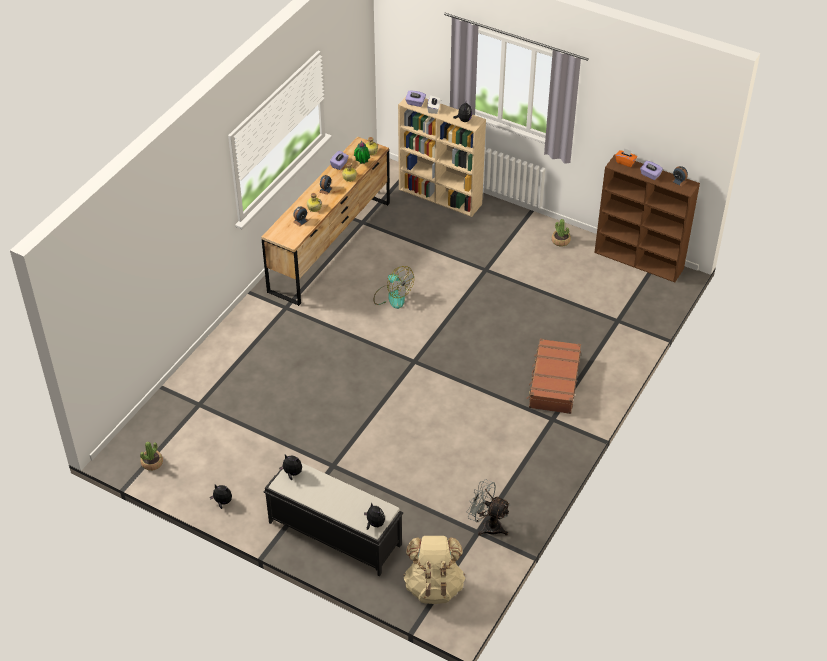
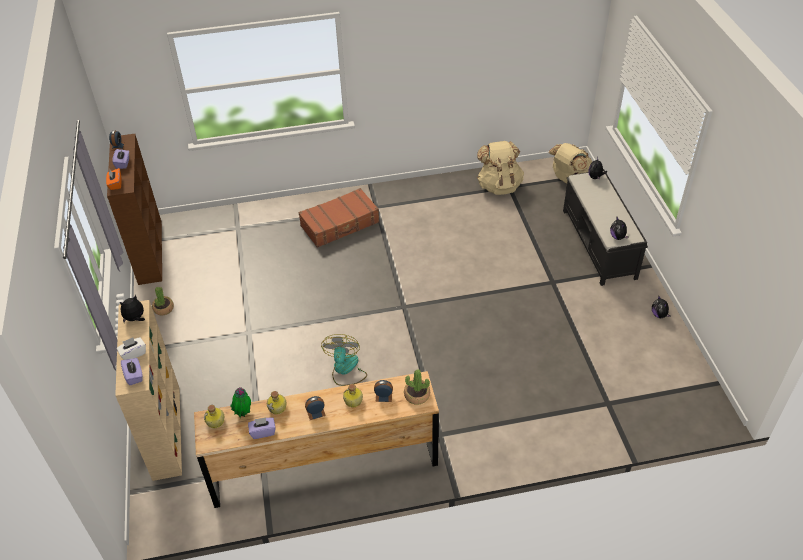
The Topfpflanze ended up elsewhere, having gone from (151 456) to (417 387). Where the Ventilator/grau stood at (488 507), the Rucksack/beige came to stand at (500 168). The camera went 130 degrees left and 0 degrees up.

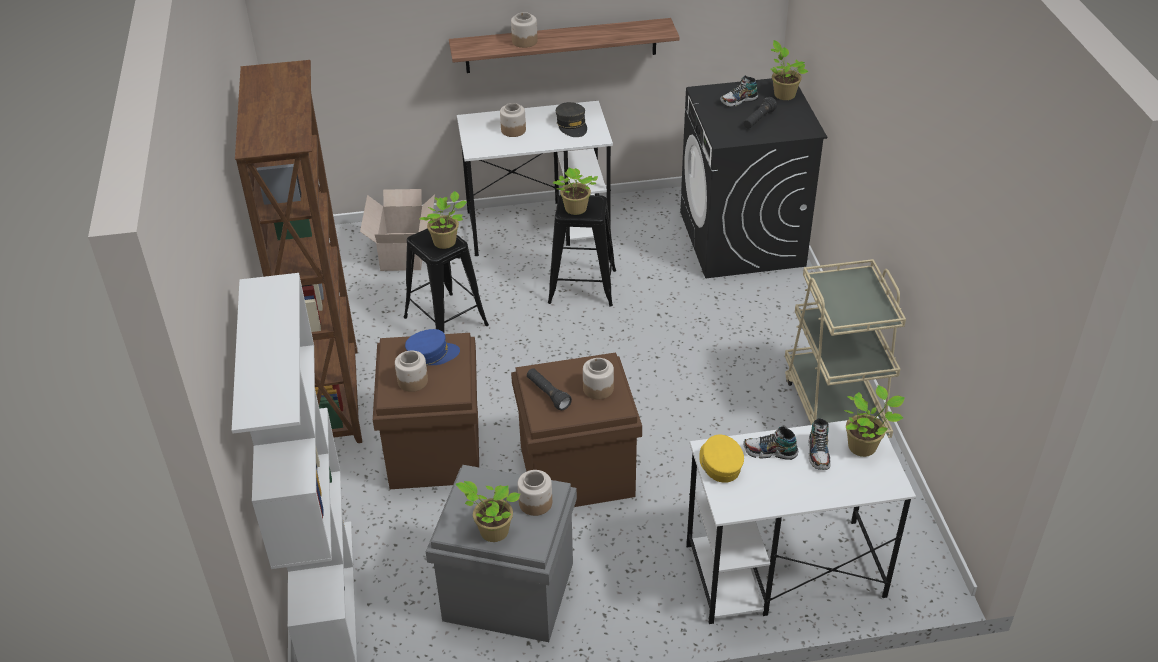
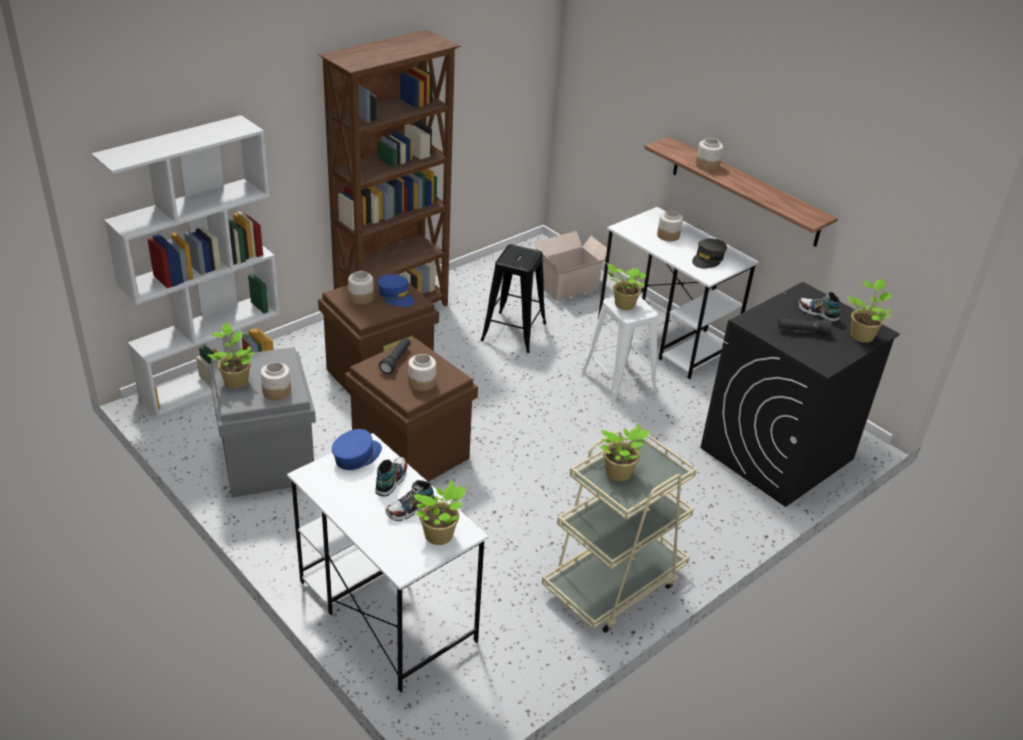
The Topfpflanze ended up elsewhere, having gone from (443 220) to (624 452). What was the Hocker/schwarz at (582 251) turned into the Hocker/weiß at (619 351). What was the Kappe/gelb at (721 459) turned into the Kappe/blau at (357 449). The Schuh at (770 443) ended up facing another way, 45 degrees clockwise from before. The camera went 55 degrees right and 5 degrees down.

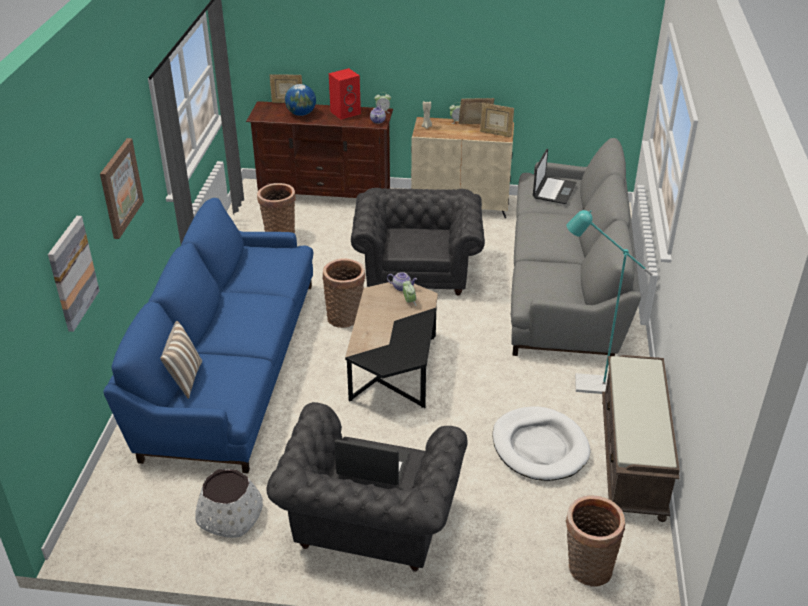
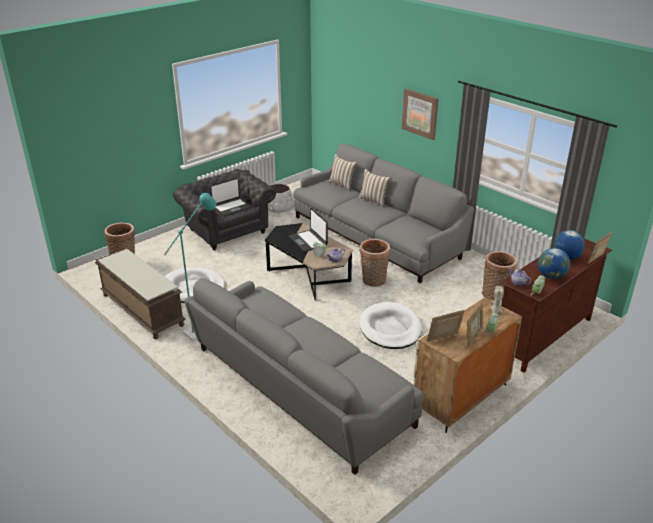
The second view lost the Bild at (74 274). The second view gained the Kissen at (375 188). The Laptop ended up elsewhere, having gone from (554 176) to (308 230). Where the Lautsprecher/rot stood at (345 93), the Globus came to stand at (554 263). Where the Sessel/grau stood at (418 242), the Hundebett/weiß came to stand at (390 325). What was the Sofa/blau at (208 335) turned into the Sofa/grau at (383 213). The camera went 130 degrees right and 5 degrees down.

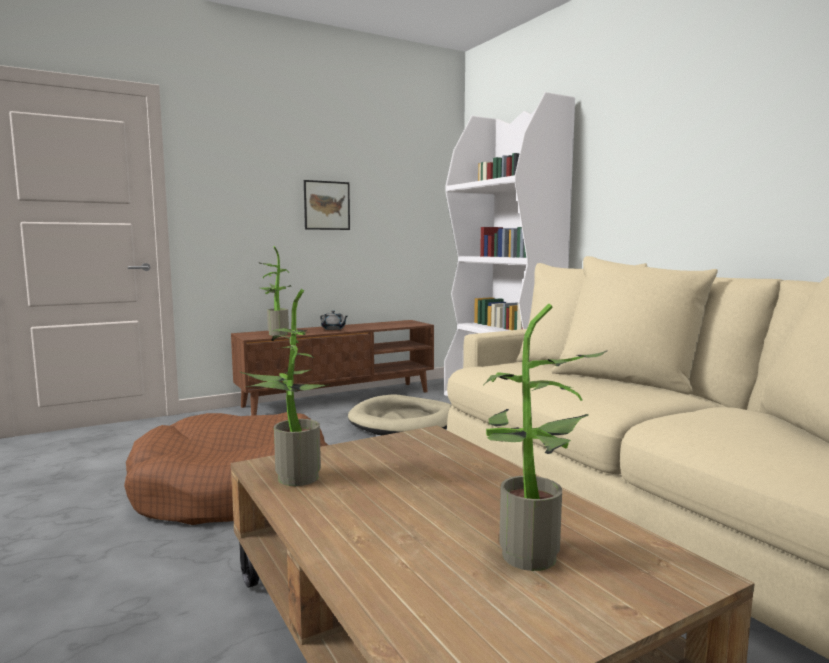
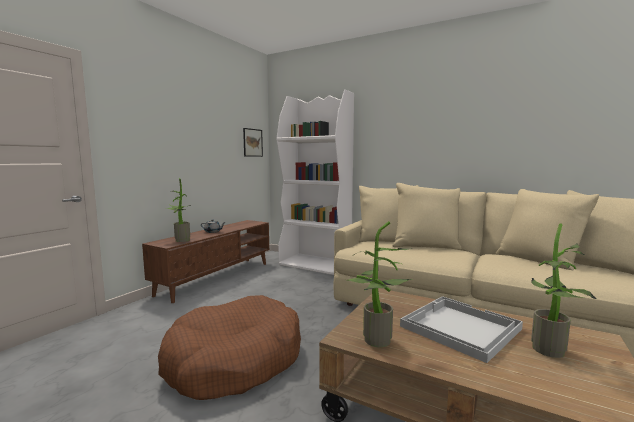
The second view lost the Hundebett/beige at (400 414). The second view gained the Tablett/weiß at (461 329). The Bild ended up elsewhere, having gone from (327 205) to (253 142). The camera went 30 degrees left and 0 degrees up.

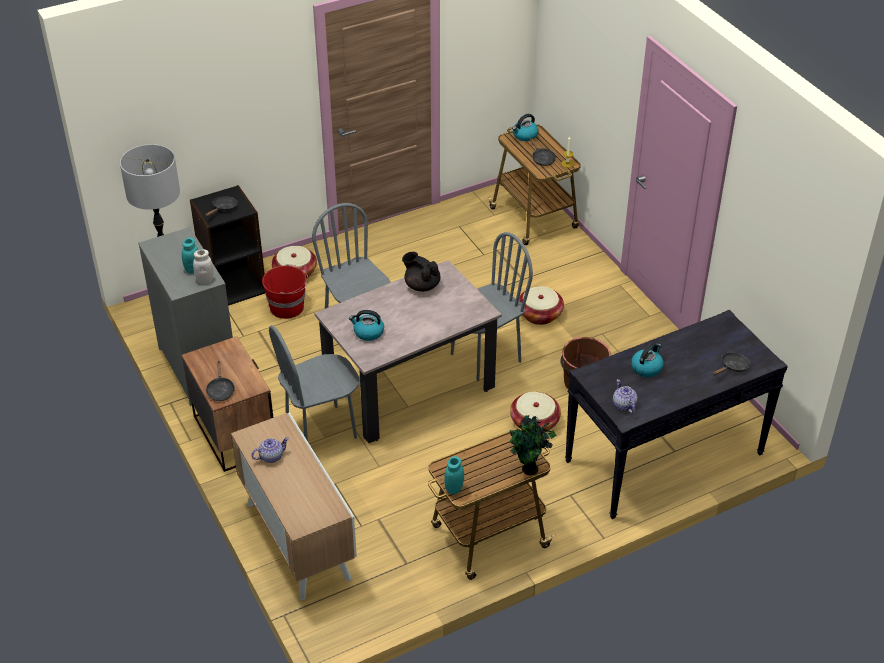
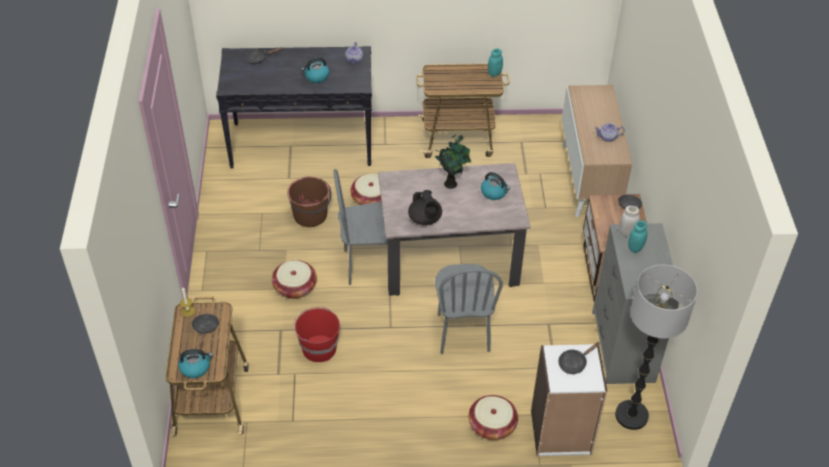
The second view lost the Stuhl/grau at (314 383). The Eimer/rot ended up elsewhere, having gone from (285 291) to (316 334). The Topfpflanze ended up elsewhere, having gone from (532 445) to (453 161). What was the Bücherregal/schwarz at (227 245) turned into the Bücherregal/weiß at (569 400). The camera went 155 degrees left and 5 degrees up.

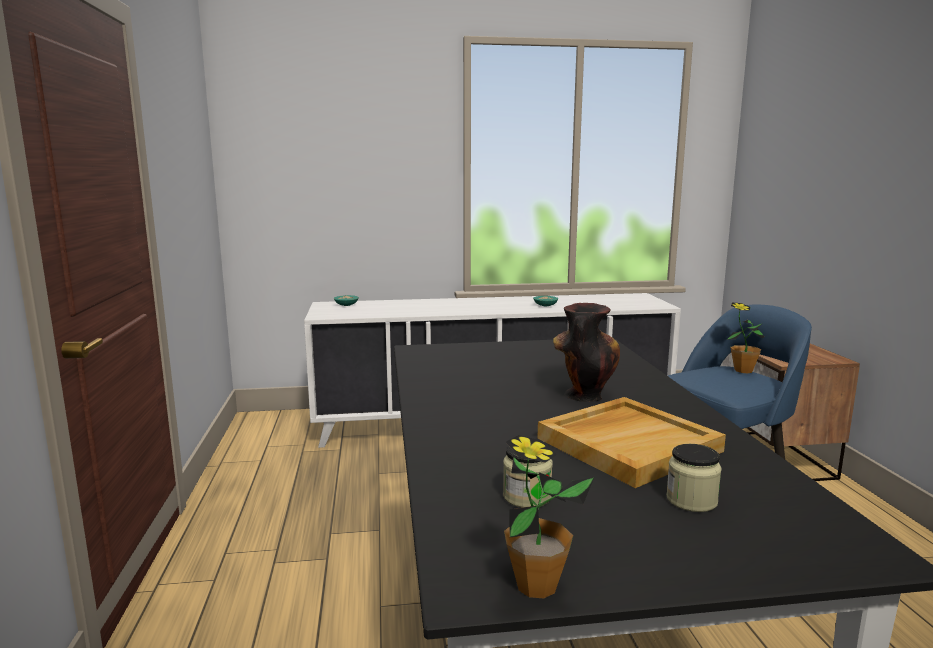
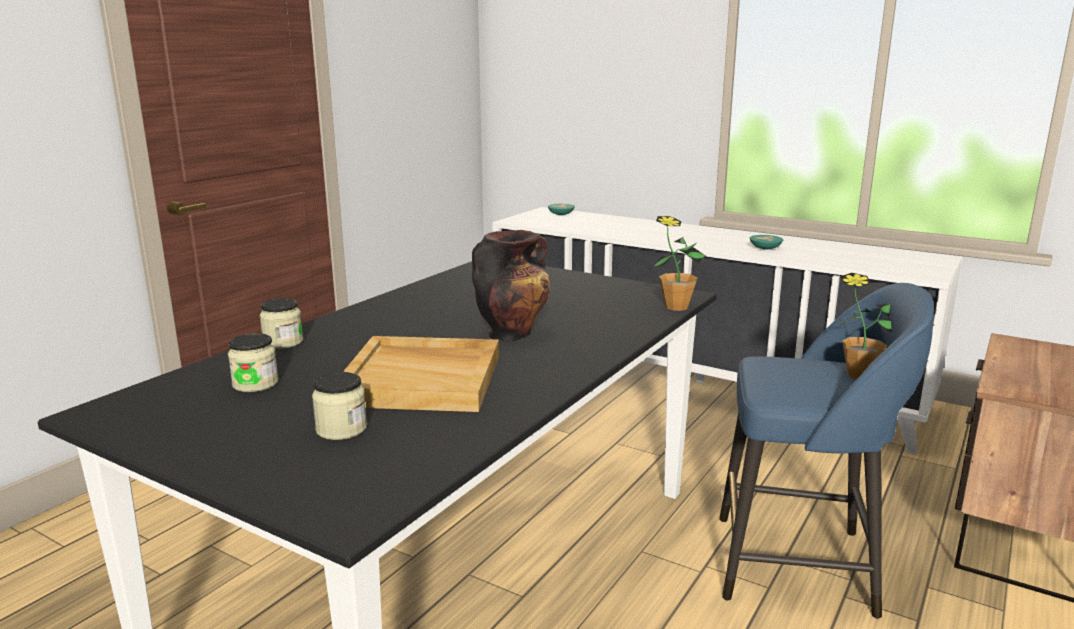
The second view gained the Vorratsglas at (281 323). The Topfpflanze ended up elsewhere, having gone from (549 516) to (679 263). The camera went 40 degrees right and 5 degrees up.

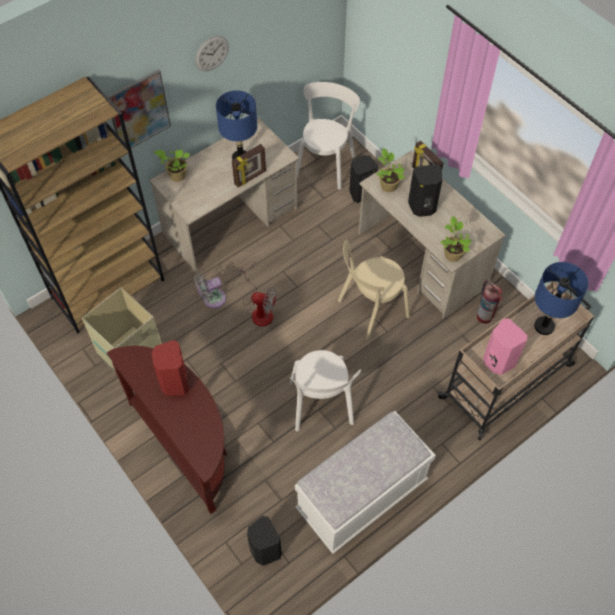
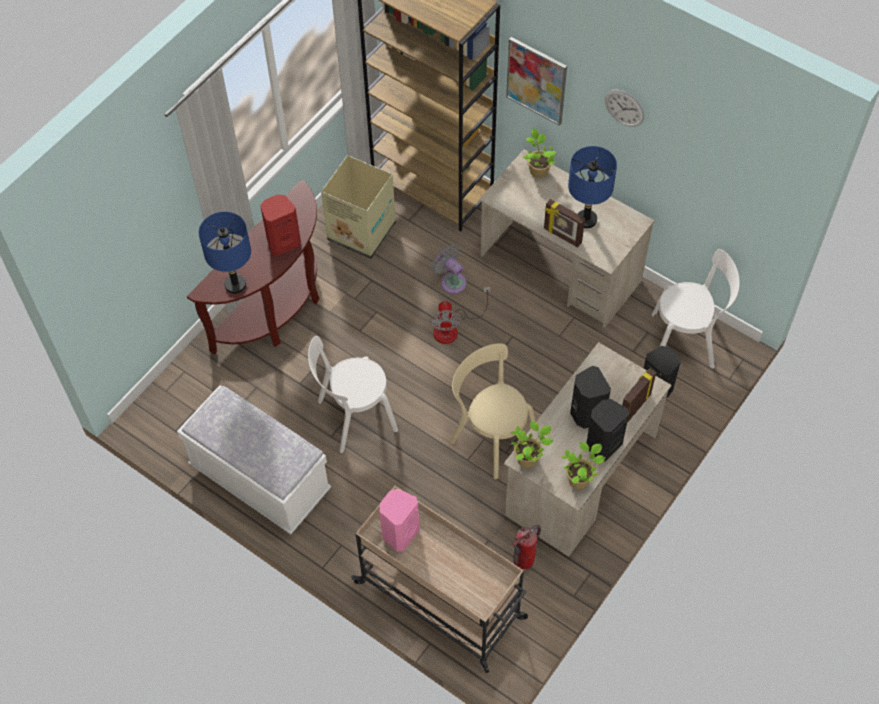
The Lautsprecher/schwarz ended up elsewhere, having gone from (264 541) to (608 430). The Topfpflanze ended up elsewhere, having gone from (390 170) to (583 465). The Tischlampe/blau ended up elsewhere, having gone from (561 298) to (225 253). The camera went 75 degrees right and 0 degrees up.

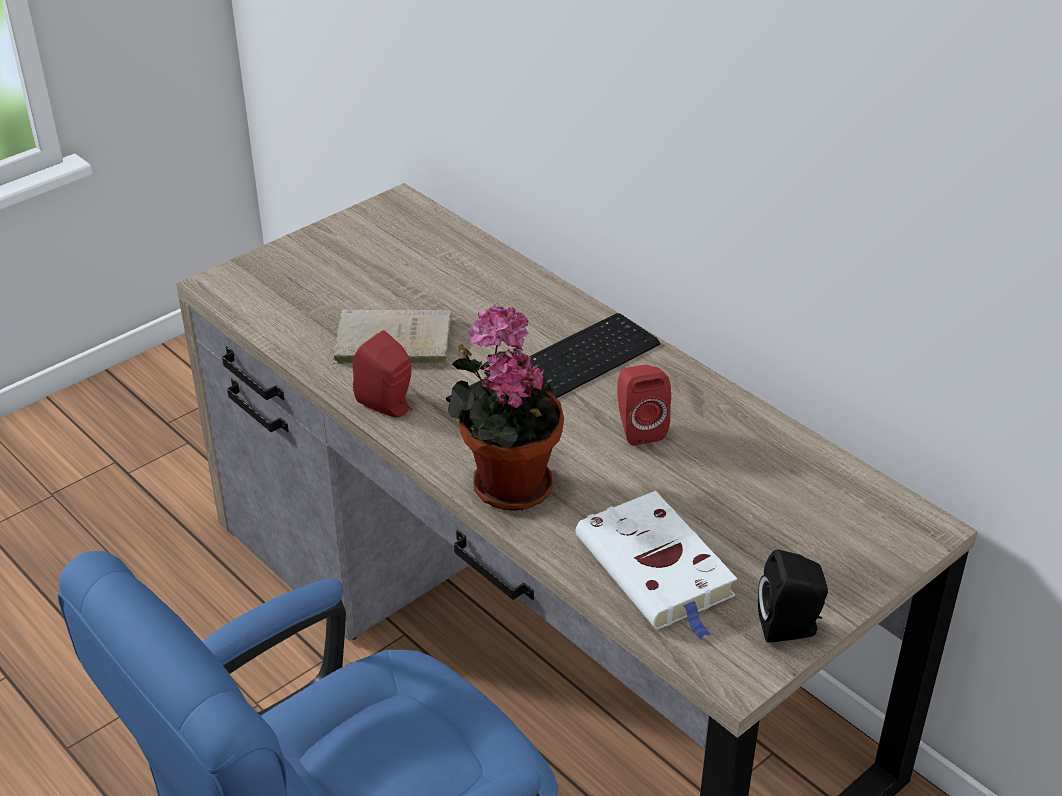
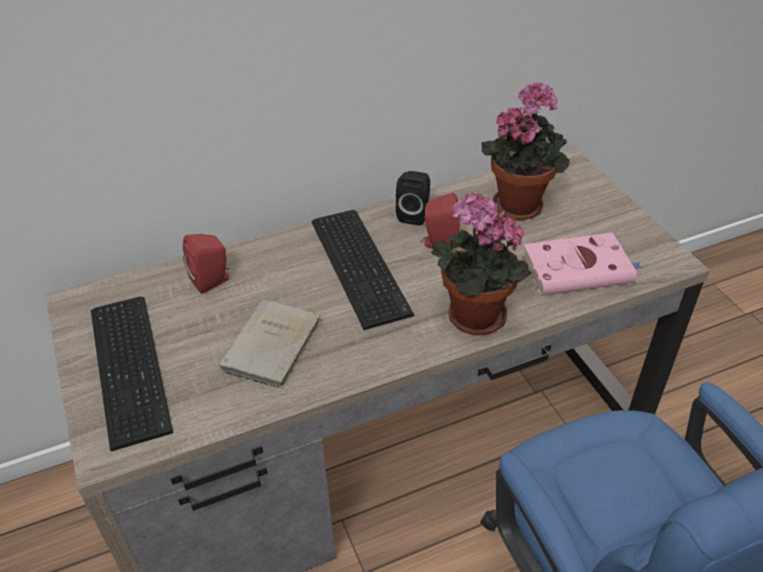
The second view gained the Tastatur at (132 374). The second view gained the Topfpflanze at (526 150). The Lautsprecher/rot ended up elsewhere, having gone from (382 373) to (206 264). The Lautsprecher/schwarz ended up elsewhere, having gone from (793 596) to (413 198). What was the Buch/weiß at (656 565) turned into the Buch/rosa at (582 264). The camera went 70 degrees left and 5 degrees up.

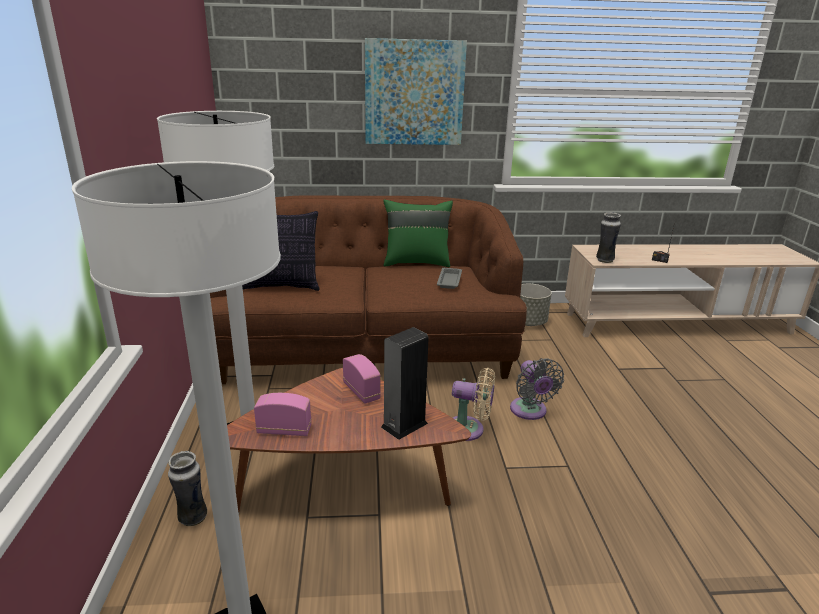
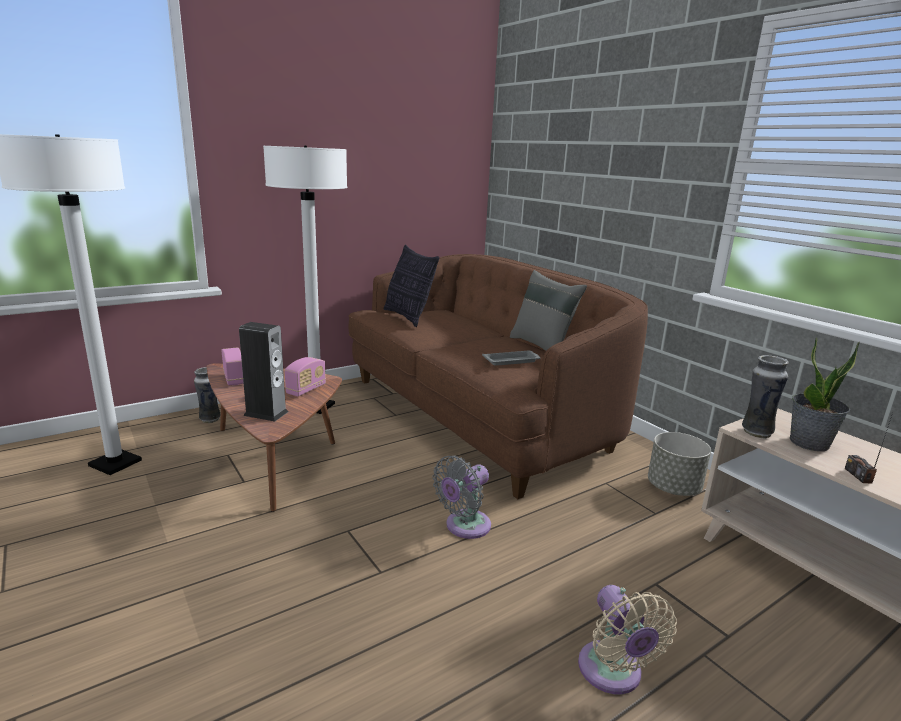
The second view lost the Bild at (416 91). The second view gained the Topfpflanze at (825 394). The Ventilator/beige ended up elsewhere, having gone from (473 404) to (627 639). What was the Kissen/grün at (418 233) turned into the Kissen/grau at (548 310). The camera went 60 degrees right and 5 degrees down.

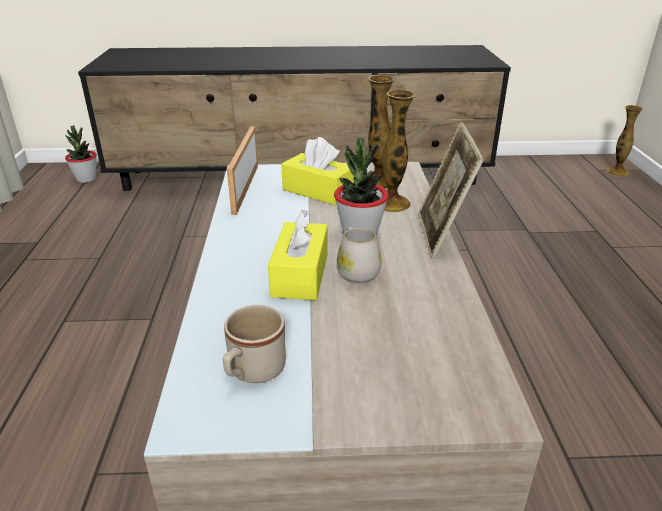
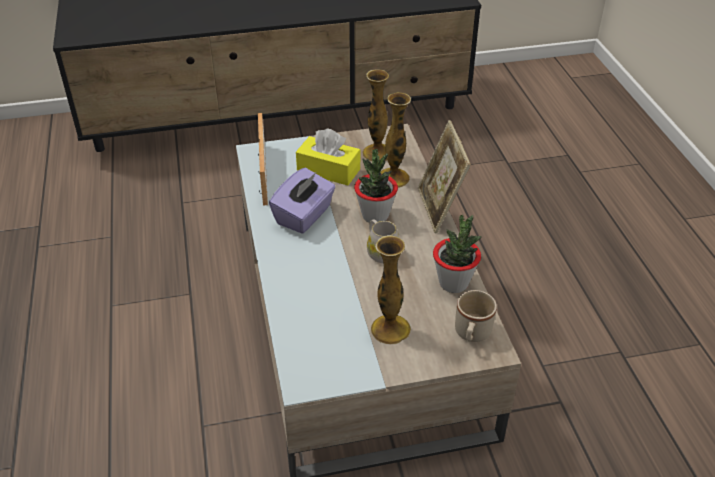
The second view lost the Taschentuchbox/gelb at (298 254). The second view gained the Taschentuchbox/lila at (302 200). The Topfpflanze ended up elsewhere, having gone from (81 154) to (457 254). The Henkelbecher/beige ended up elsewhere, having gone from (254 344) to (476 316). The Vase ended up elsewhere, having gone from (624 141) to (391 289). The camera went 10 degrees left and 10 degrees up.

